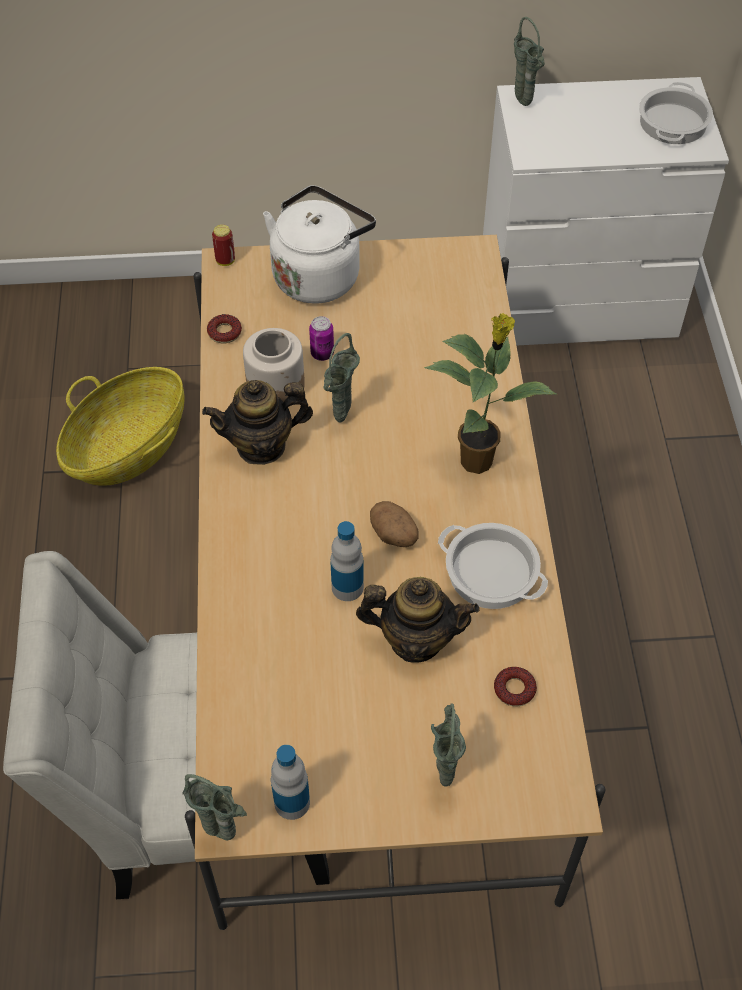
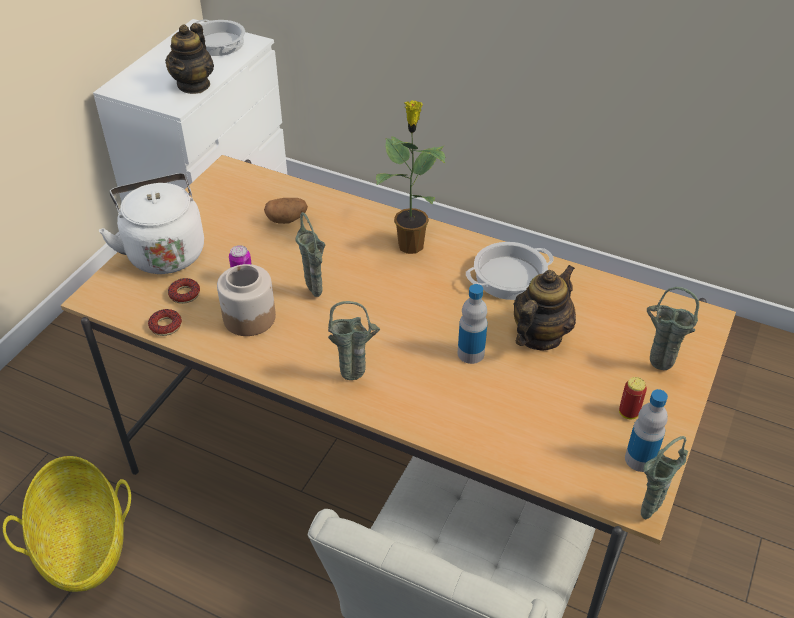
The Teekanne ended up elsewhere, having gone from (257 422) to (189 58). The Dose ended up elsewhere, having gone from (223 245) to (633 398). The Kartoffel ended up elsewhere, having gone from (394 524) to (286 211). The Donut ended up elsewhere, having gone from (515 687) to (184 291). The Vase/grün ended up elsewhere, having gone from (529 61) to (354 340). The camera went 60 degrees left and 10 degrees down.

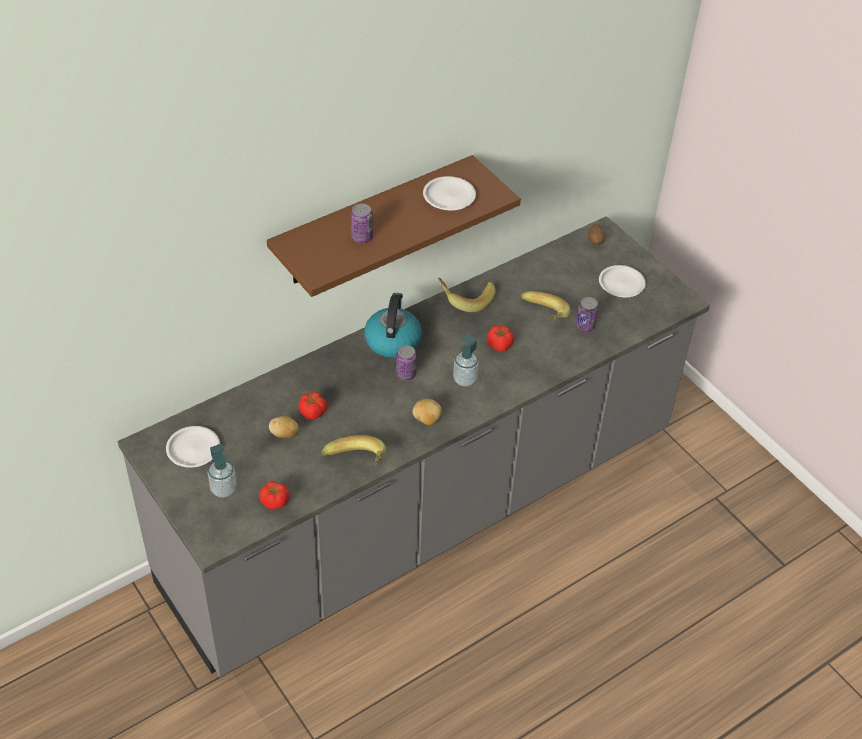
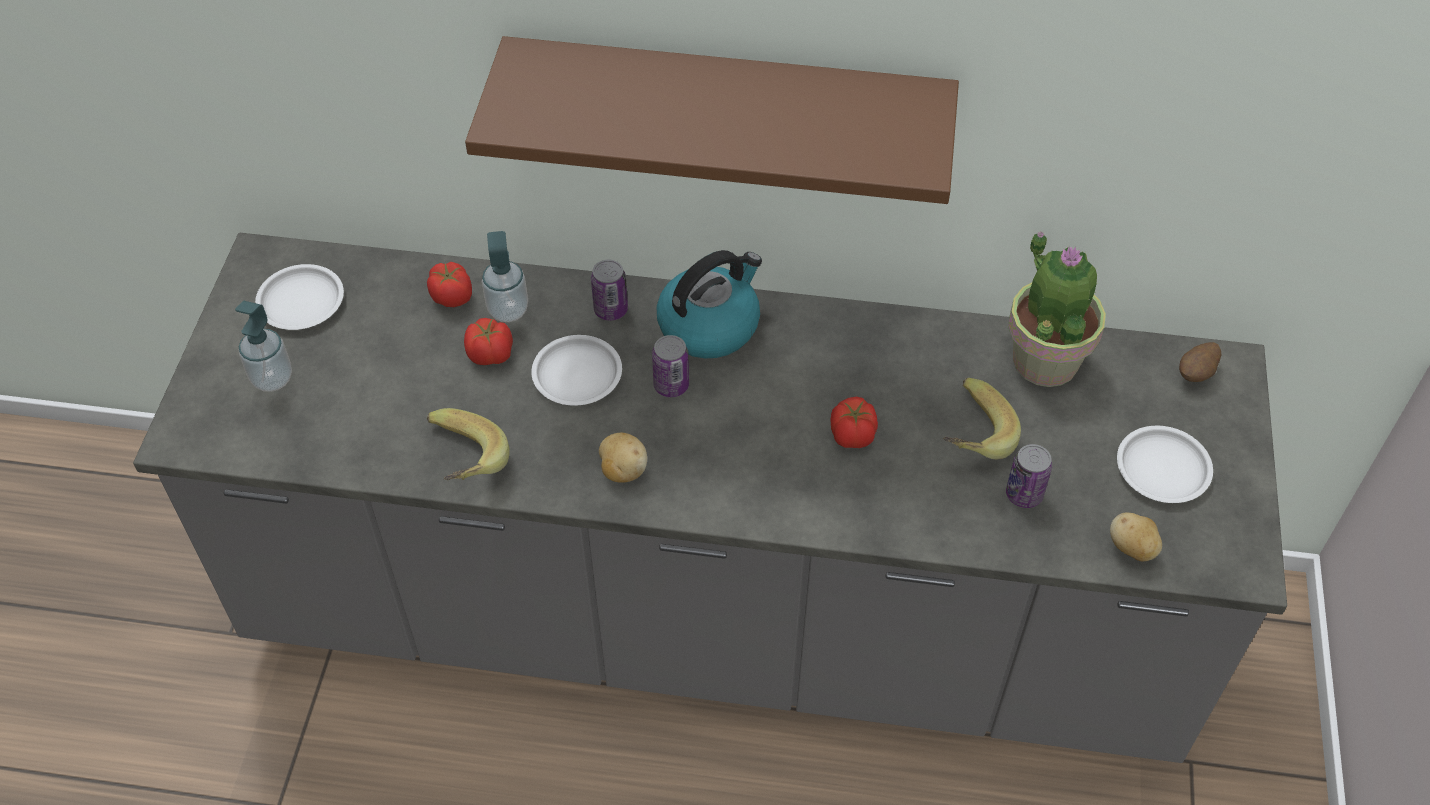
The second view lost the Banane at (467 295). The second view gained the Topfpflanze at (1057 309). The Tomate ended up elsewhere, having gone from (274 495) to (449 284). The Kartoffel ended up elsewhere, having gone from (283 427) to (1136 537). The Dose ended up elsewhere, having gone from (362 223) to (609 290). The Teller/weiß ended up elsewhere, having gone from (449 193) to (577 370). The Seifenspender ended up elsewhere, having gone from (466 359) to (505 276). The camera went 45 degrees right and 5 degrees up.

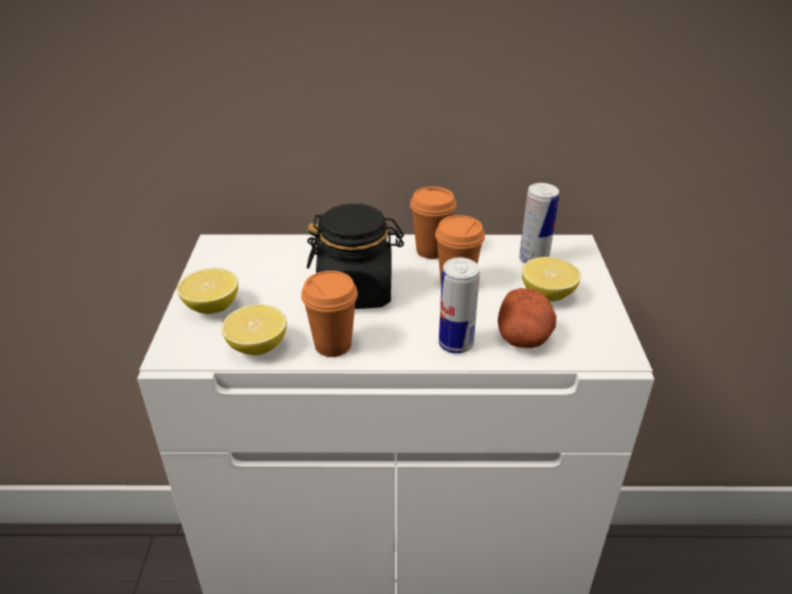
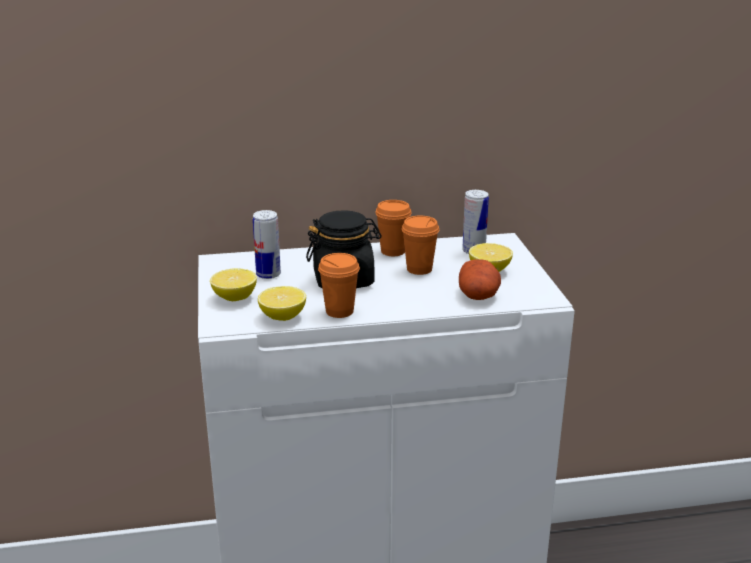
The Dose ended up elsewhere, having gone from (459 305) to (267 244). The camera went 10 degrees left and 10 degrees down.

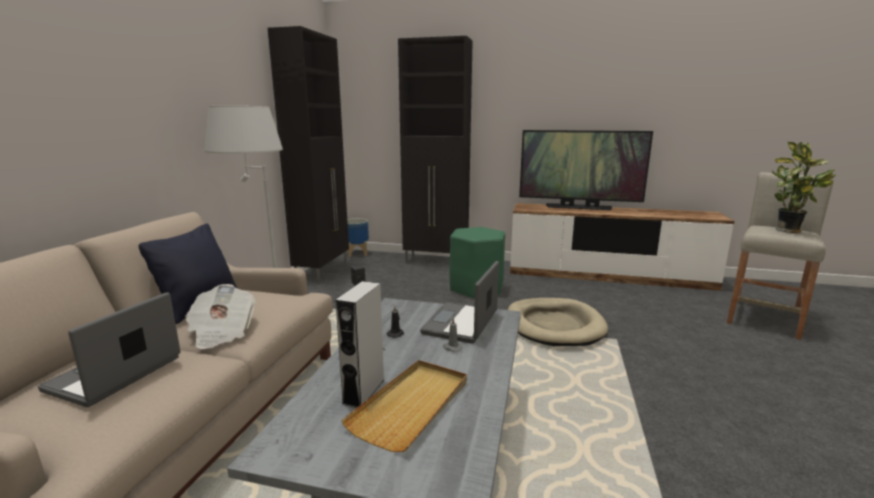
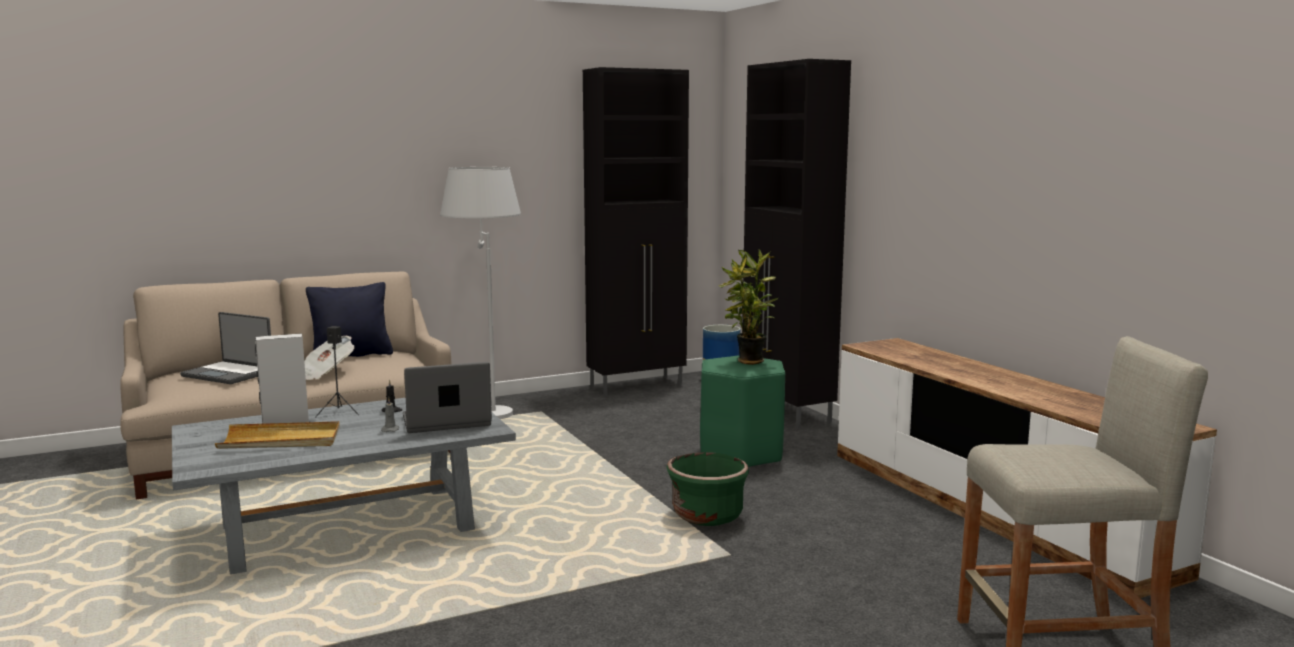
The second view lost the Fernseher at (586 170). The Topfpflanze ended up elsewhere, having gone from (804 187) to (748 307). Where the Hundebett/beige stood at (557 322), the Pflanzkübel/grün came to stand at (707 489). The Laptop at (109 349) ended up facing another way, 135 degrees counterclockwise from before. The camera went 50 degrees right and 5 degrees down.

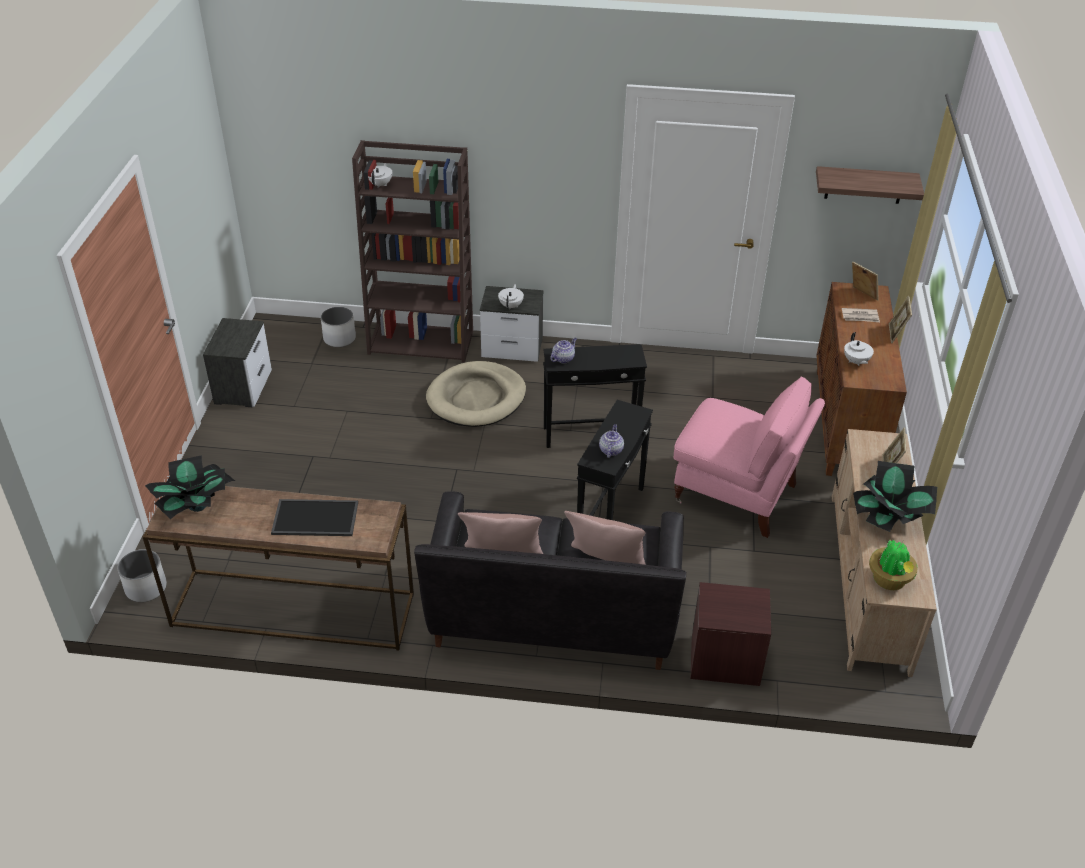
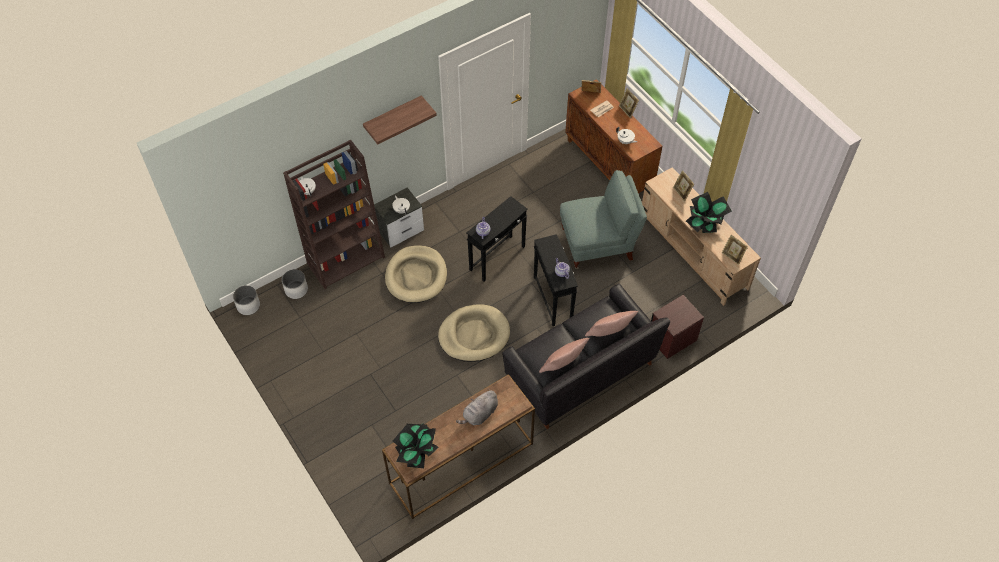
The second view lost the Nachttisch at (237 363). The second view gained the Hundebett/beige at (474 333). The Pflanzkübel/weiß ended up elsewhere, having gone from (142 575) to (246 300). The Wandregal ended up elsewhere, having gone from (870 185) to (400 120). Where the Tablett stood at (314 517), the Plüschtier/grau came to stand at (477 407). Where the Topfpflanze stood at (893 565), the Bilderrahmen came to stand at (735 250). What was the Sessel/rosa at (749 457) turned into the Sessel/grau at (603 219). The camera went 40 degrees left and 15 degrees up.

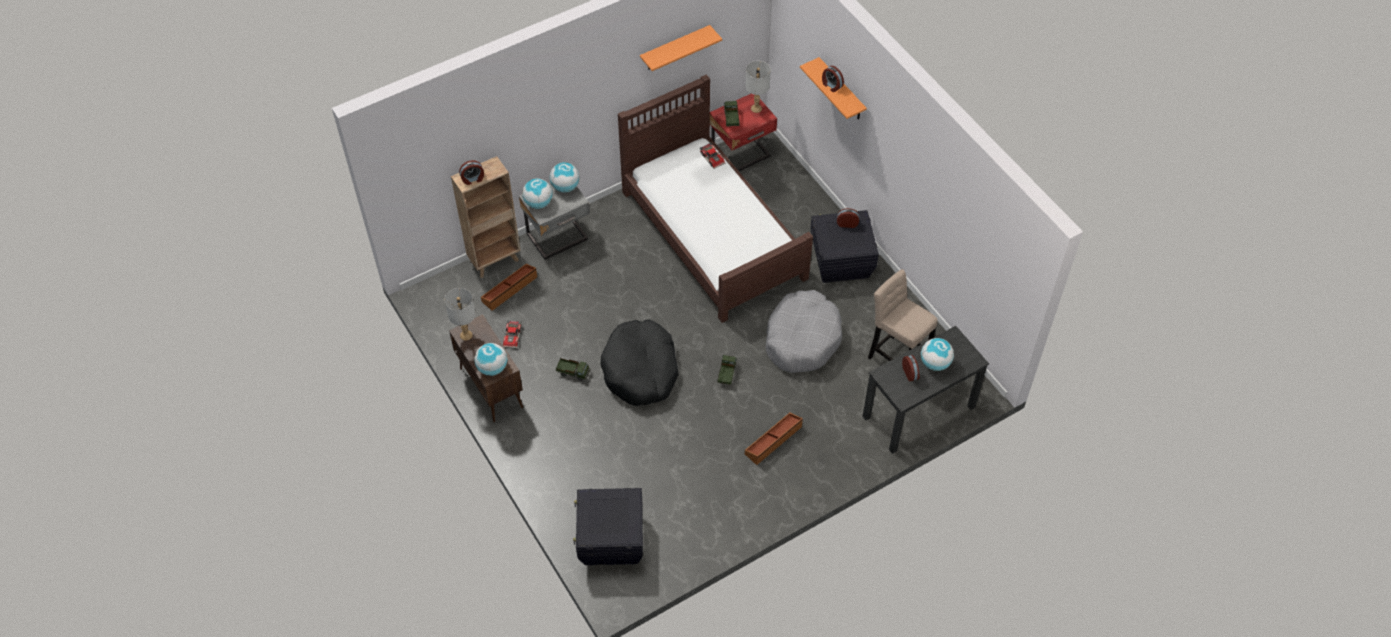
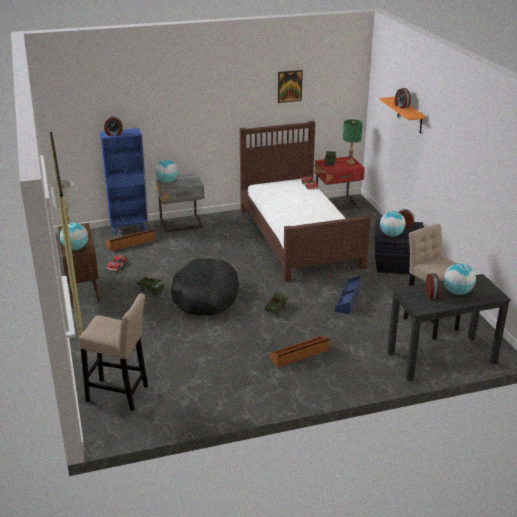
The Globus ended up elsewhere, having gone from (564 177) to (393 224). Where the Aufbewahrungsbox/schwarz stood at (608 526), the Hocker/beige came to stand at (113 352). Where the Wandregal/orange hung at (681 48), the Bild came to hang at (290 86). Where the Hundebett/grau stood at (804 331), the Aufbewahrungsbox/blau came to stand at (348 294). What was the Bücherregal/braun at (486 217) turned into the Bücherregal/blau at (124 181). What was the Tischlampe/grau at (758 87) turned into the Tischlampe/grün at (352 141). The camera went 15 degrees right and 25 degrees down.

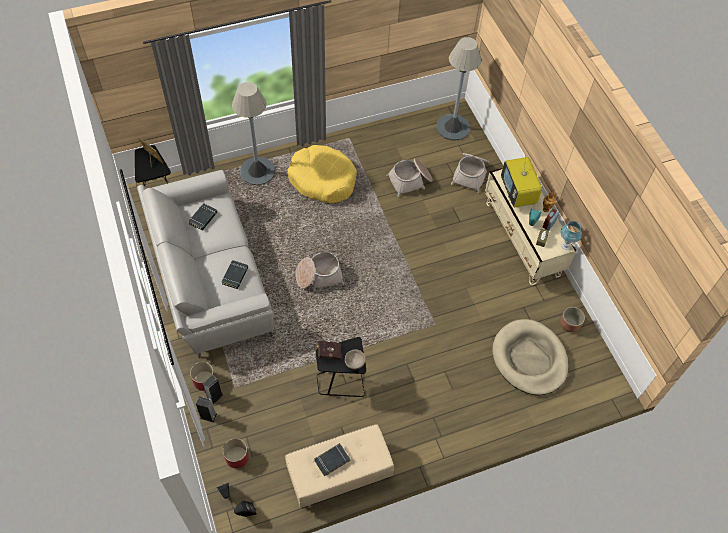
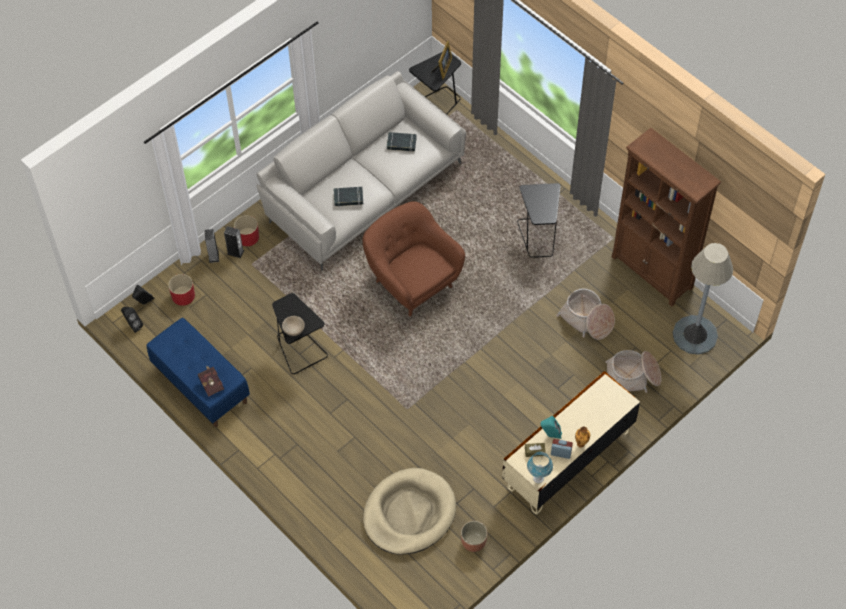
The second view lost the Stehlampe/grau at (253 133). The second view lost the Buch/schwarz at (332 460). The second view lost the Fernseher at (521 181). The second view gained the Bücherregal/braun at (666 217). The Buch/rot ended up elsewhere, having gone from (327 350) to (211 381). Where the Hundebett/gelb stood at (322 174), the Beistelltisch/schwarz came to stand at (539 220). Where the Korb stood at (320 271), the Sessel/braun came to stand at (414 258). What was the Bank/beige at (339 466) turned into the Bank/blau at (198 372). The camera went 70 degrees right and 0 degrees up.

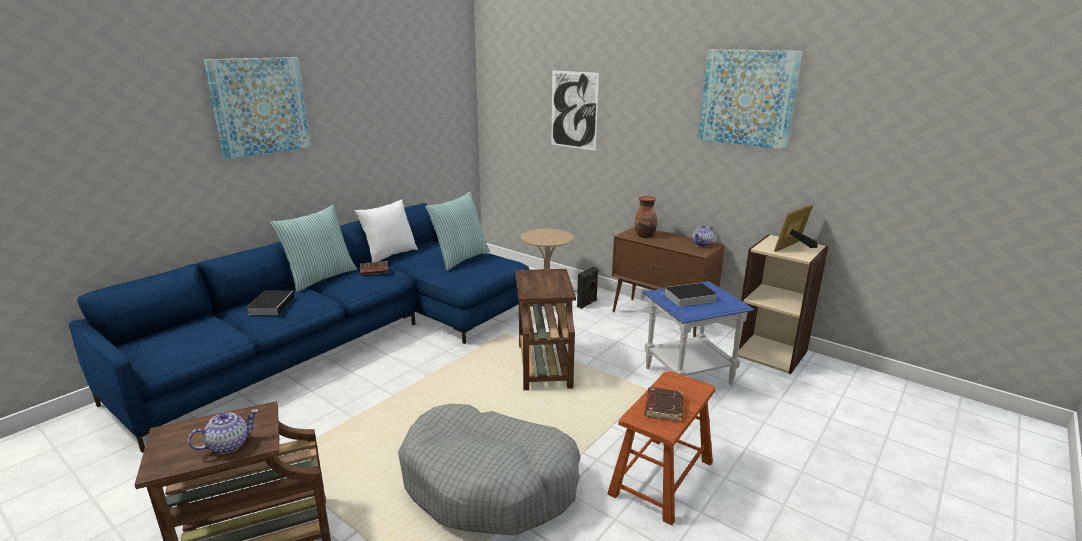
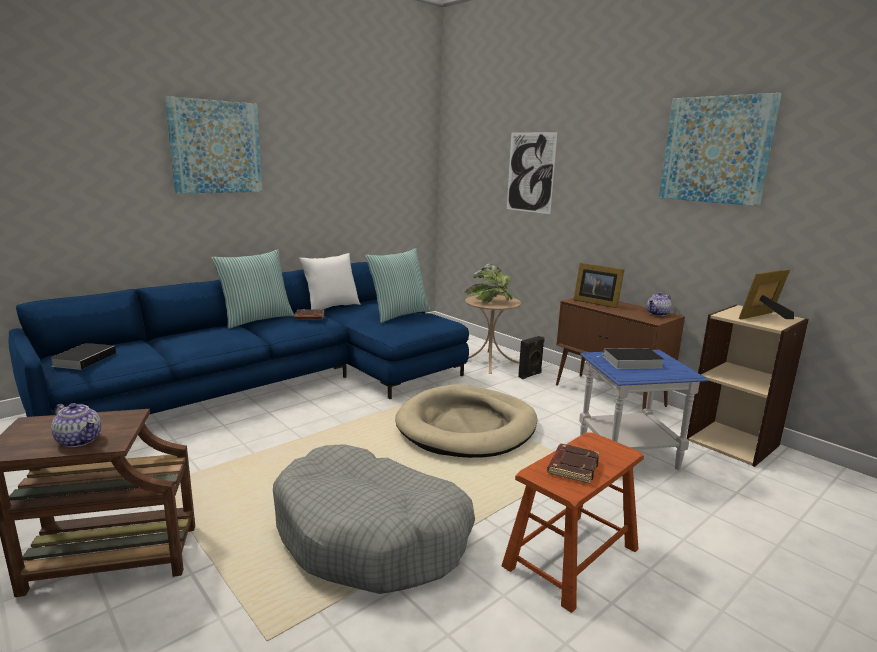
The second view gained the Topfpflanze at (489 283). The Buch ended up elsewhere, having gone from (271 303) to (85 356). Where the Beistelltisch/braun stood at (545 329), the Hundebett/beige came to stand at (466 421). Where the Vase stood at (646 216), the Bilderrahmen came to stand at (599 285). The Teekanne at (223 431) ended up facing another way, 60 degrees clockwise from before. The camera went 10 degrees right and 5 degrees down.

